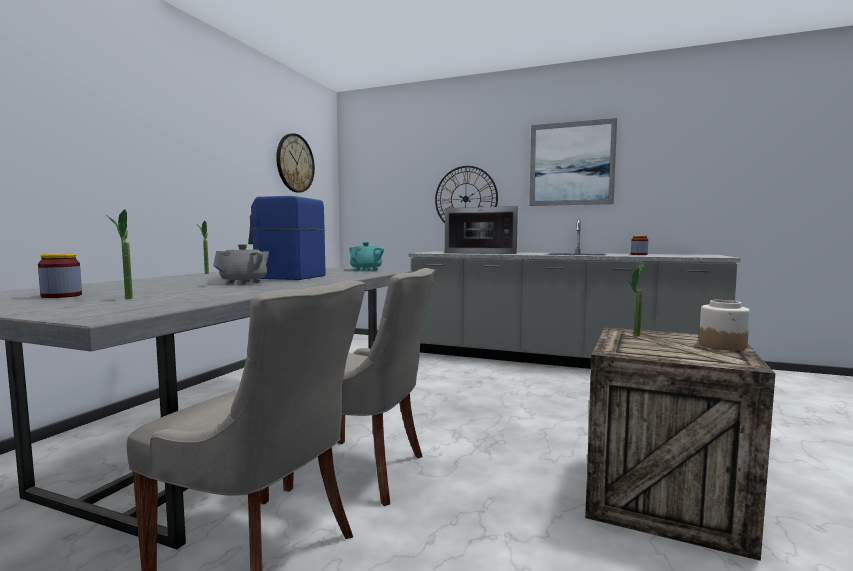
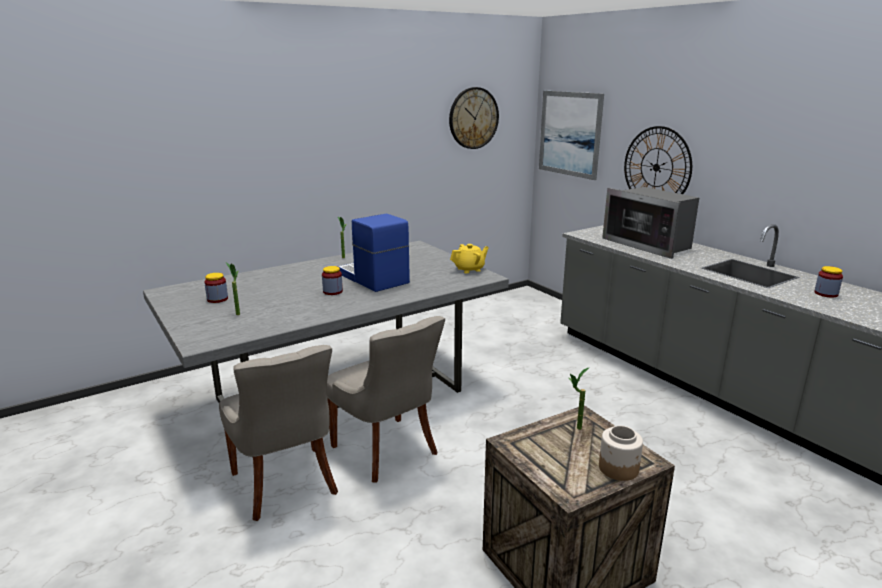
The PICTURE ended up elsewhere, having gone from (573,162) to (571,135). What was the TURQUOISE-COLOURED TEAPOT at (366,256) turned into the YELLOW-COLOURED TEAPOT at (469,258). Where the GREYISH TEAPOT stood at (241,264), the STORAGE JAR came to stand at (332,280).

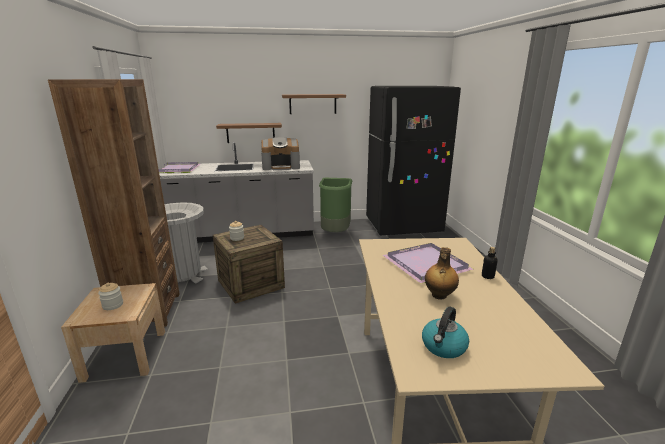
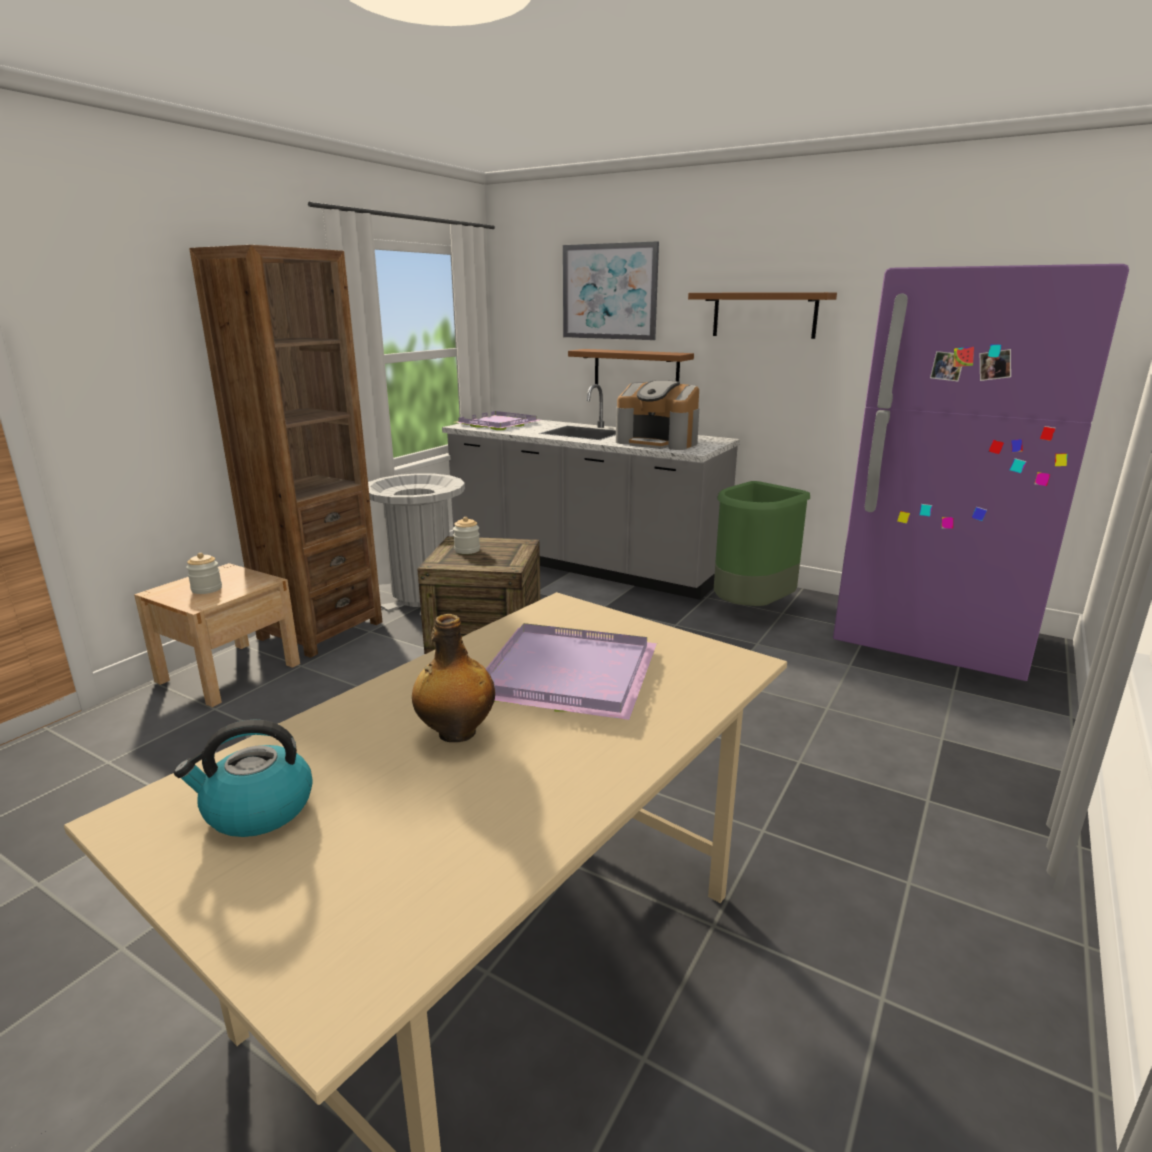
What was the BLACK FRIDGE at (413,161) turned into the PURPLISH FRIDGE at (981,472). The second view lost the BEVERAGE BOTTLE at (489,263). The second view gained the PICTURE at (611,290).

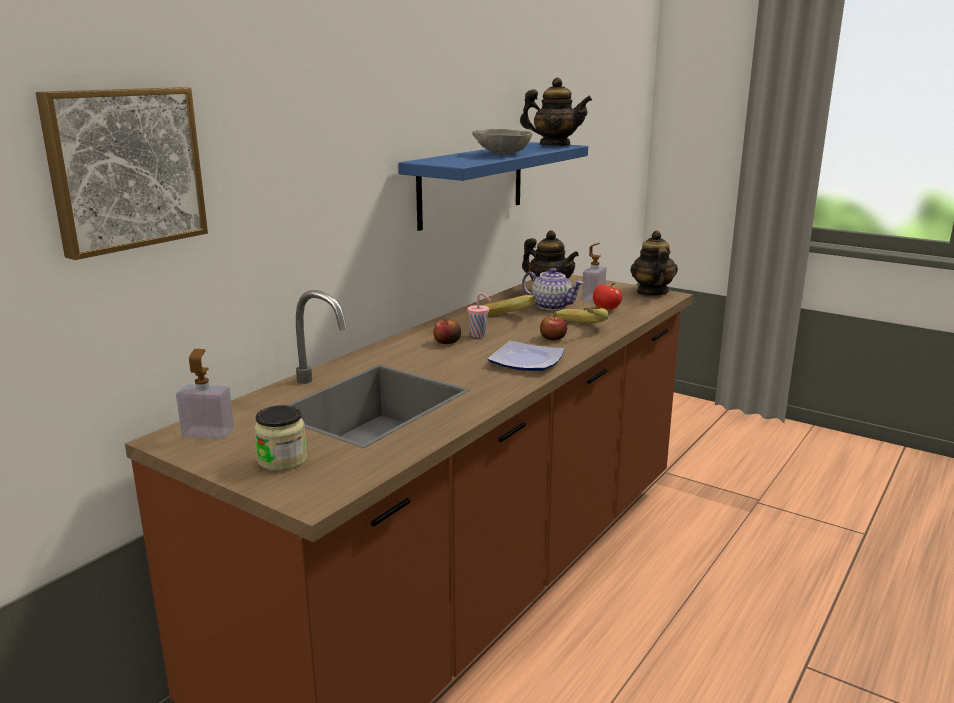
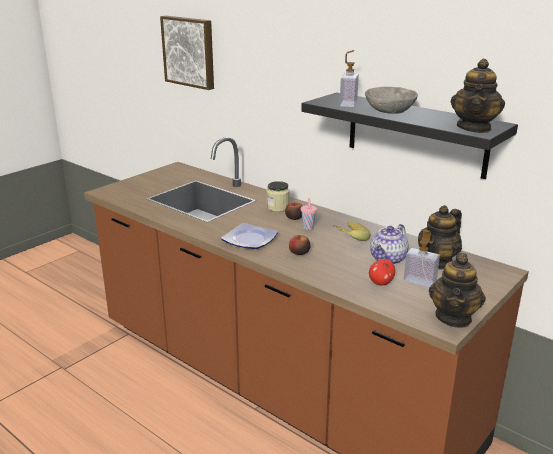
What was the BLUE-COLOURED WALL SHELF at (493,186) turned into the BLACK WALL SHELF at (409,136). The TEAPOT at (654,263) ended up facing another way, 105 degrees clockwise from before. The second view lost the BANANA at (581,315). The SOAP BOTTLE ended up elsewhere, having gone from (205,394) to (349,78). The STORAGE JAR ended up elsewhere, having gone from (280,438) to (278,196).

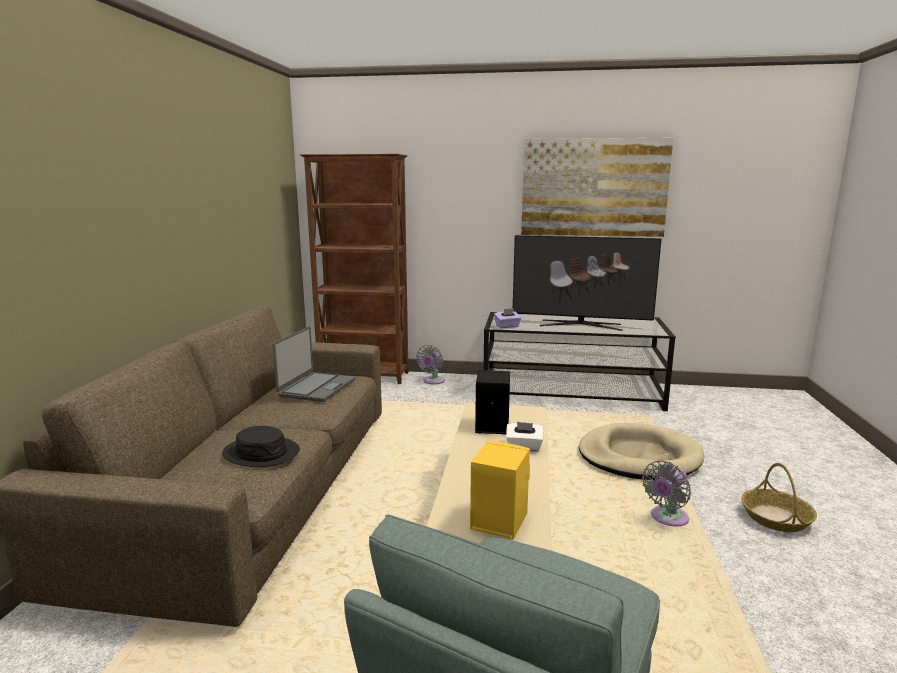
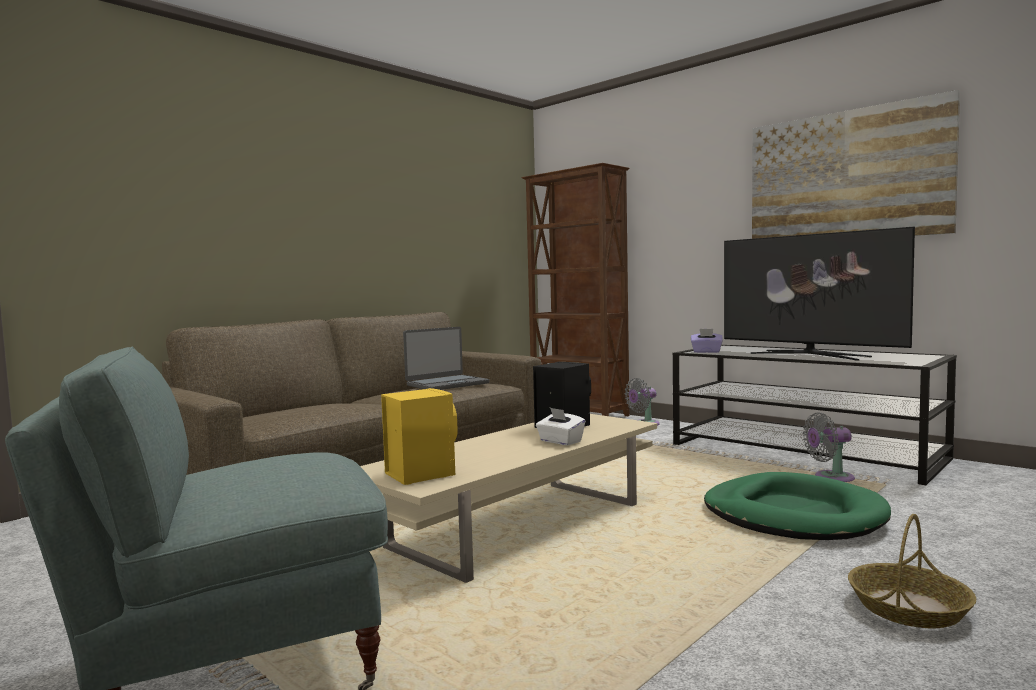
What was the BEIGE PET BED at (641,451) turned into the GREEN PET BED at (797,506). The second view lost the BLACK CLOTHING HAT at (261,446). The GREYISH ELECTRIC FAN ended up elsewhere, having gone from (666,493) to (829,447).

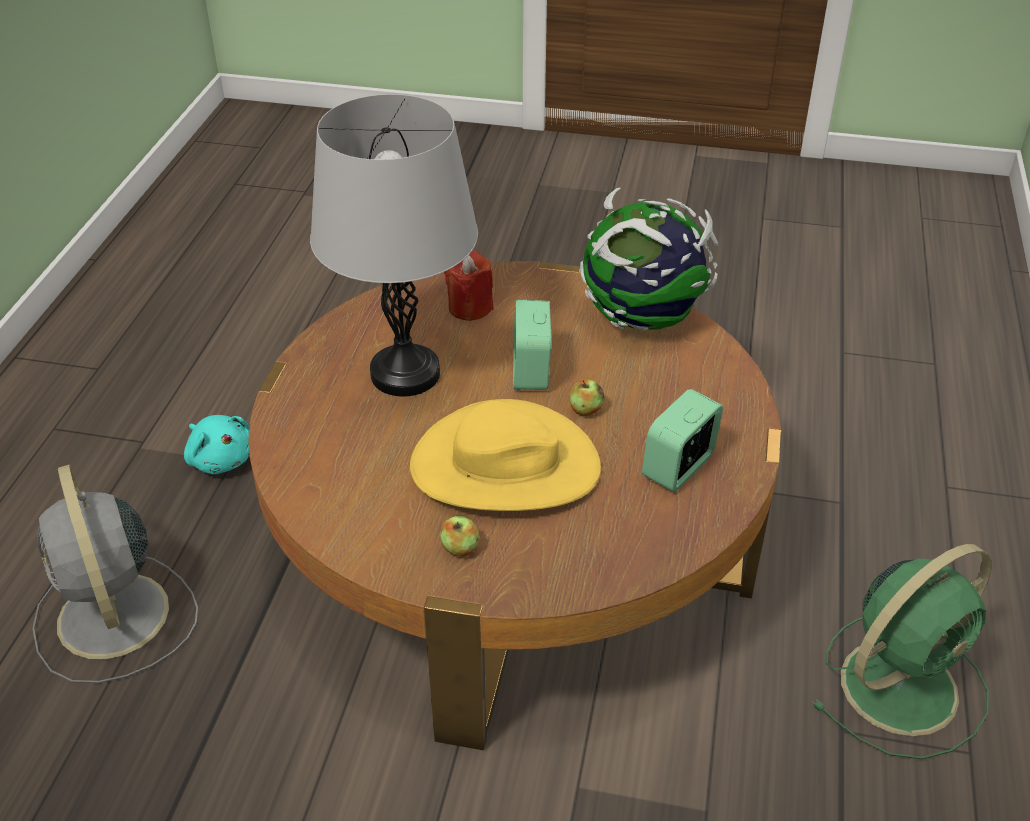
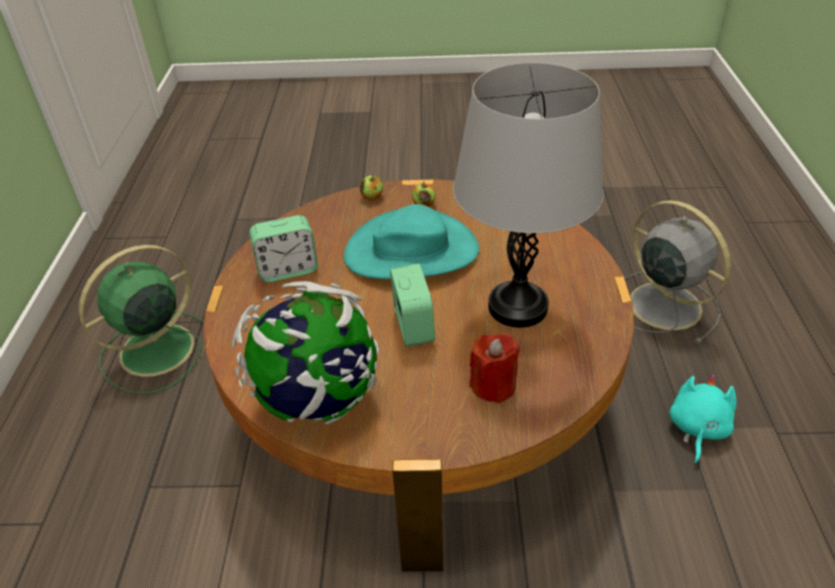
The APPLE FRUIT ended up elsewhere, having gone from (586,397) to (371,187). The ALARM CLOCK at (682,440) ended up facing another way, 45 degrees clockwise from before. What was the YELLOW-COLOURED CLOTHING HAT at (505,455) turned into the TURQUOISE-COLOURED CLOTHING HAT at (411,241). The TURQUOISE-COLOURED SOFT TOY at (216,444) ended up facing another way, 75 degrees clockwise from before.

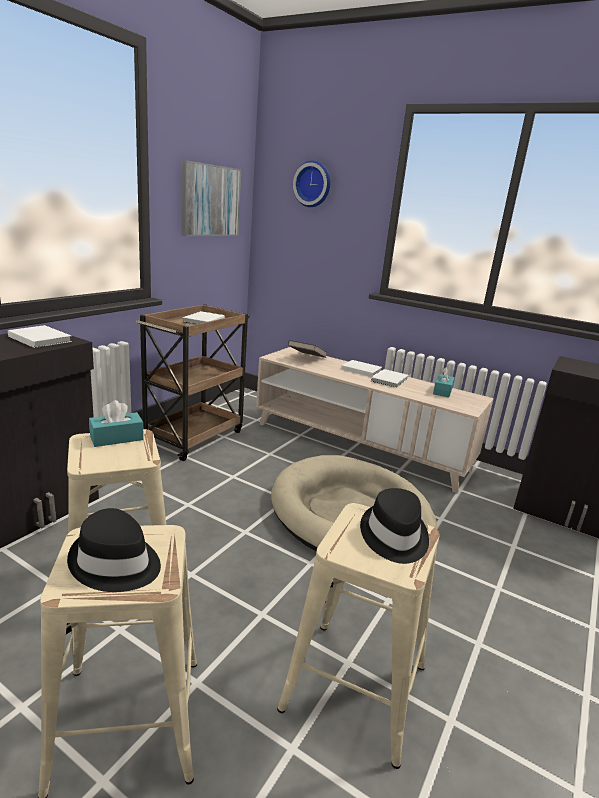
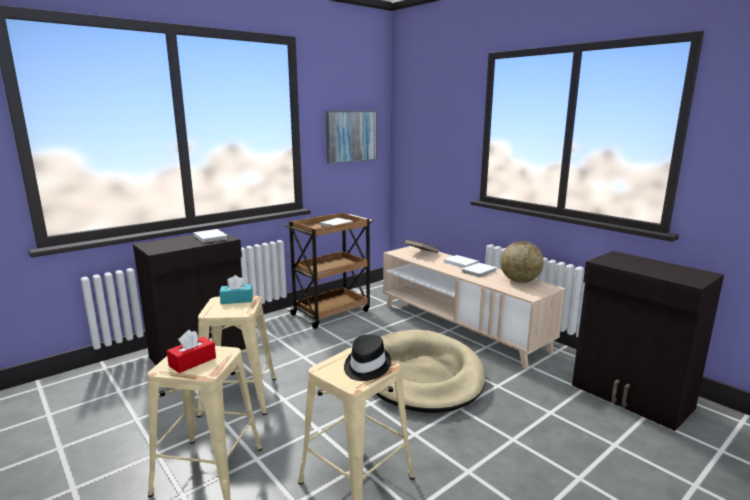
The second view lost the CLOCK ON THE WALL at (311,184). Where the TURQUOISE-COLOURED TISSUE HOLDER stood at (444,382), the WORLD GLOBE came to stand at (522,262). Where the BLACK CLOTHING HAT stood at (114,550), the REDDISH TISSUE HOLDER came to stand at (191,351).

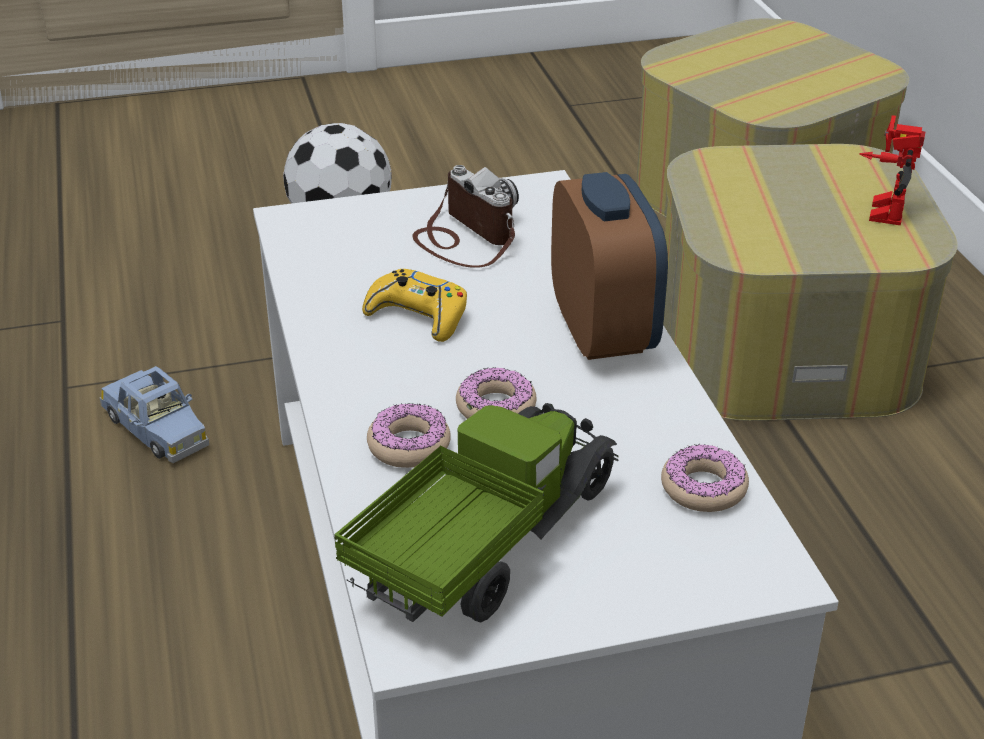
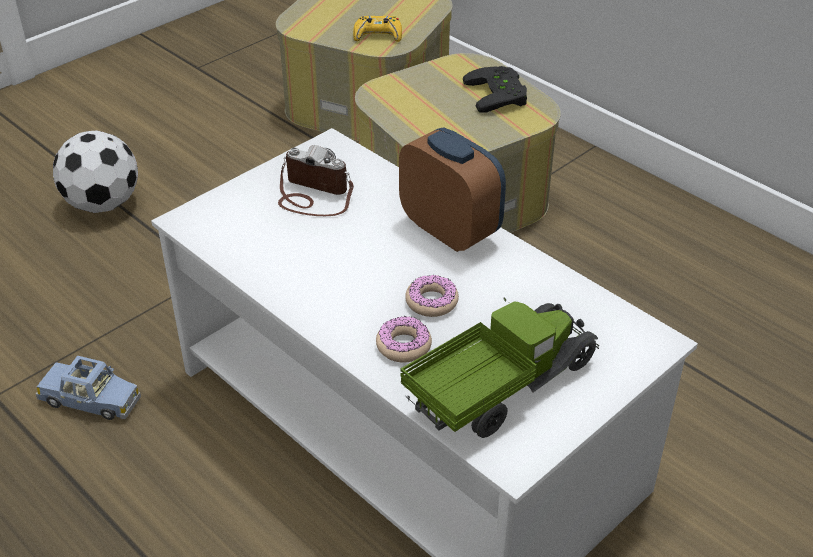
Where the MODEL ROBOT stood at (893,170), the BLACK GAMEPAD came to stand at (495,89). The YELLOW-COLOURED GAMEPAD ended up elsewhere, having gone from (414,305) to (377,29). The TOY TRUCK at (476,513) ended up facing another way, 45 degrees clockwise from before. The second view lost the DOUGHNUT at (705,478).

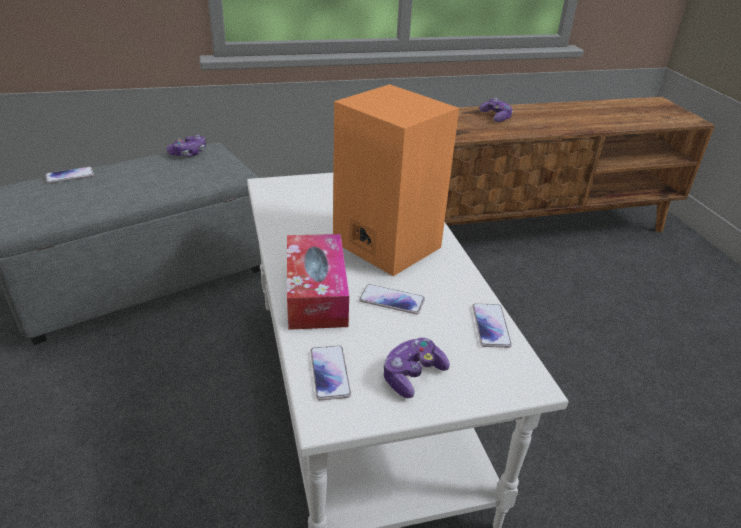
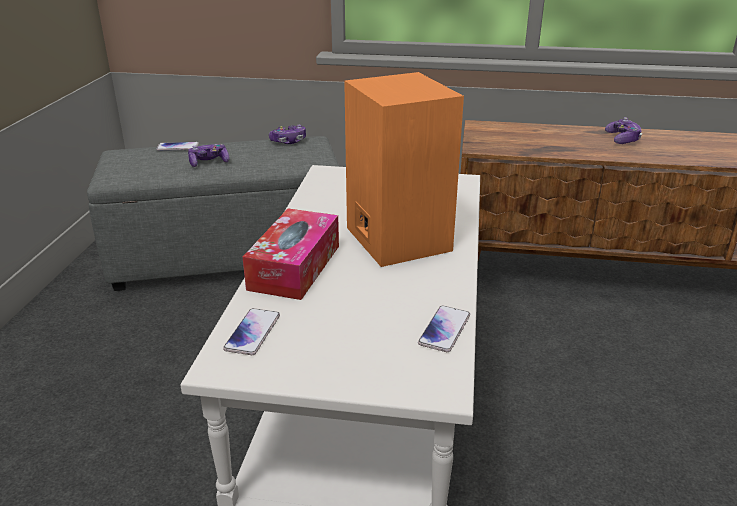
The second view lost the TELEPHONE at (392,299). The GAMEPAD ended up elsewhere, having gone from (416,368) to (209,155).

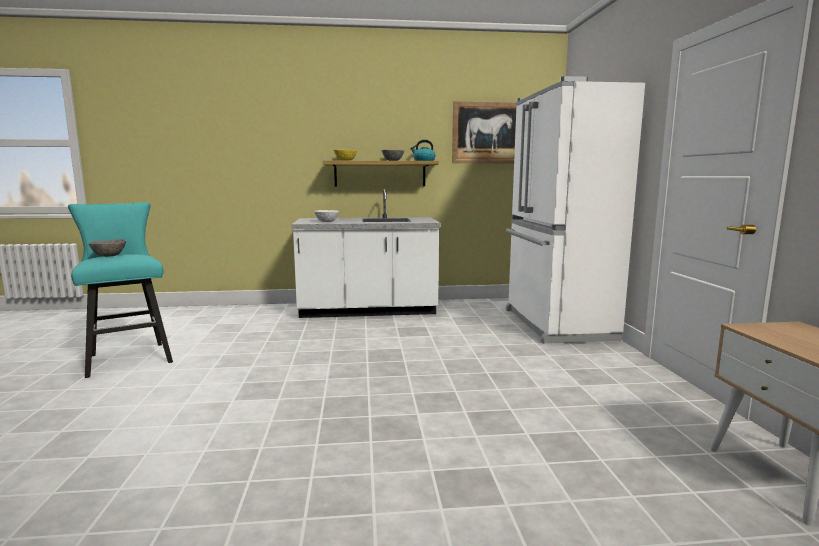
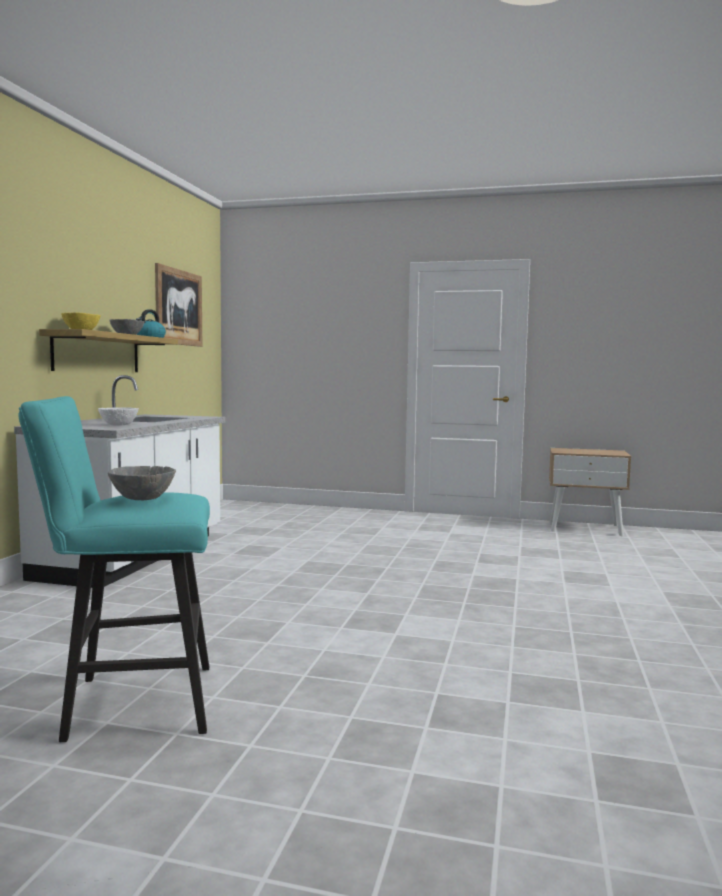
The second view lost the WHITISH FRIDGE at (575,210).

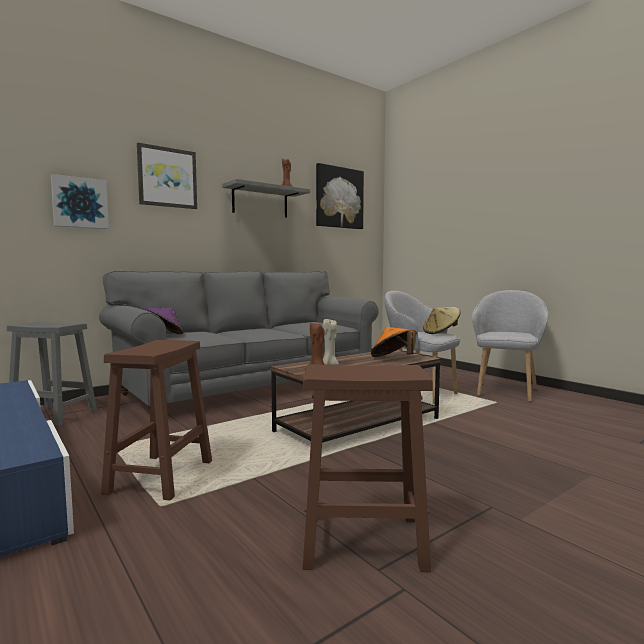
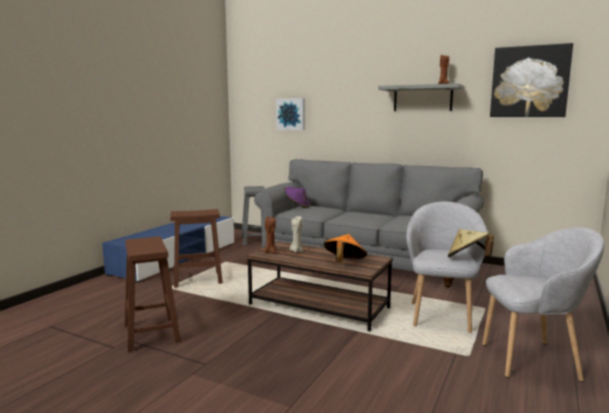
The second view lost the PICTURE at (167,175).

